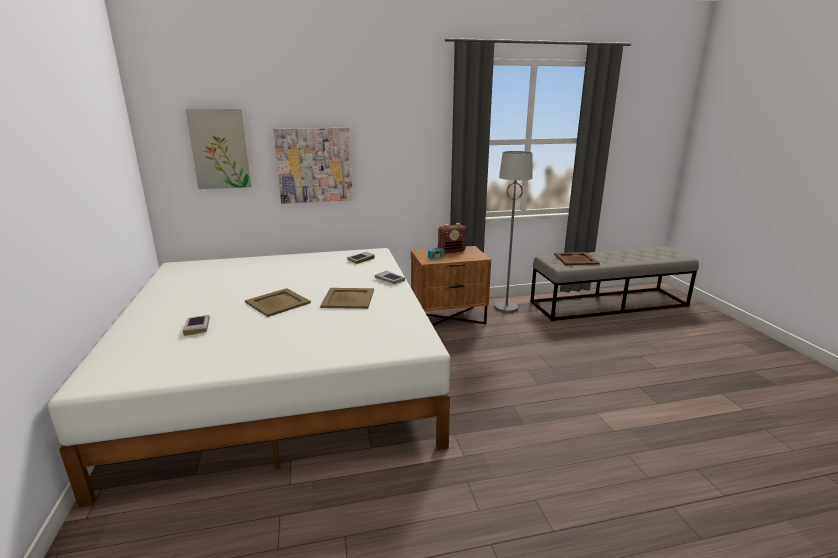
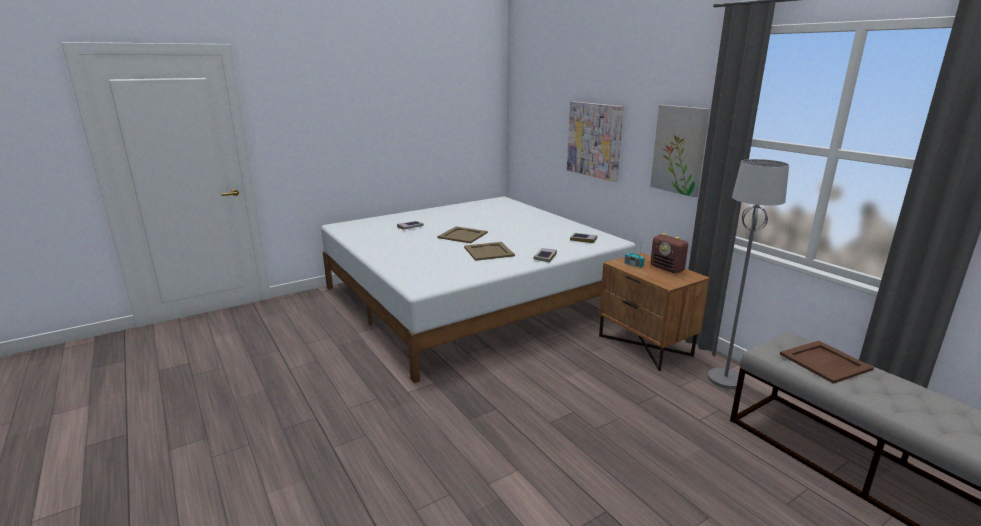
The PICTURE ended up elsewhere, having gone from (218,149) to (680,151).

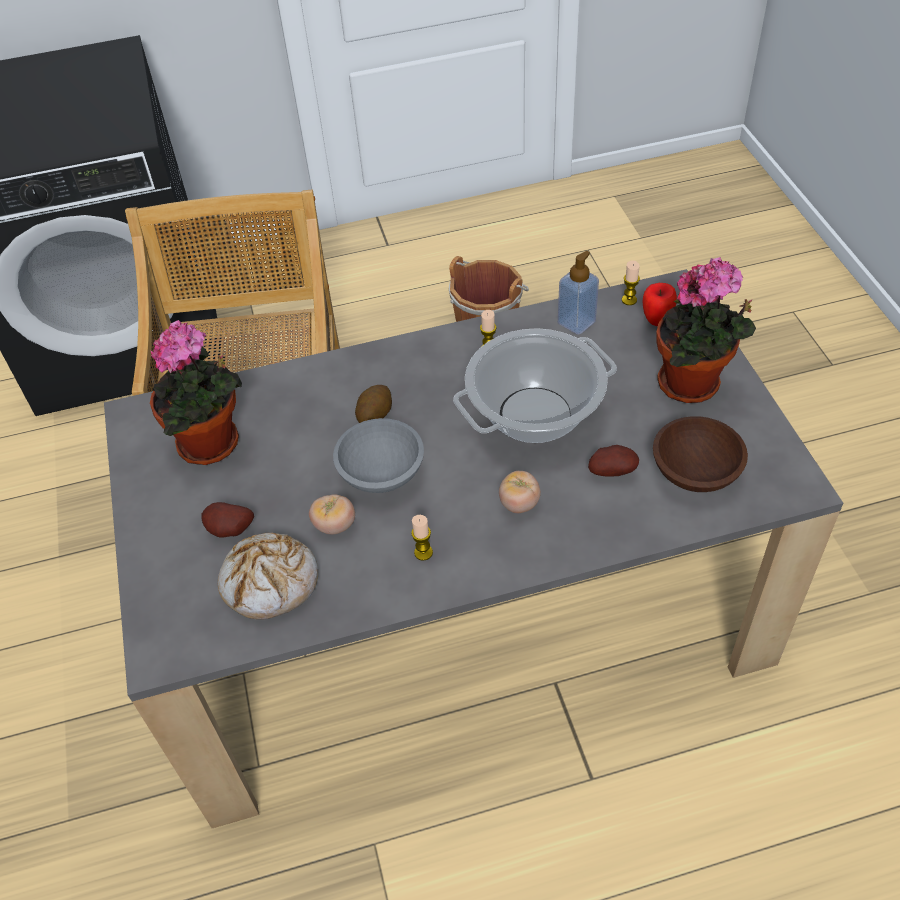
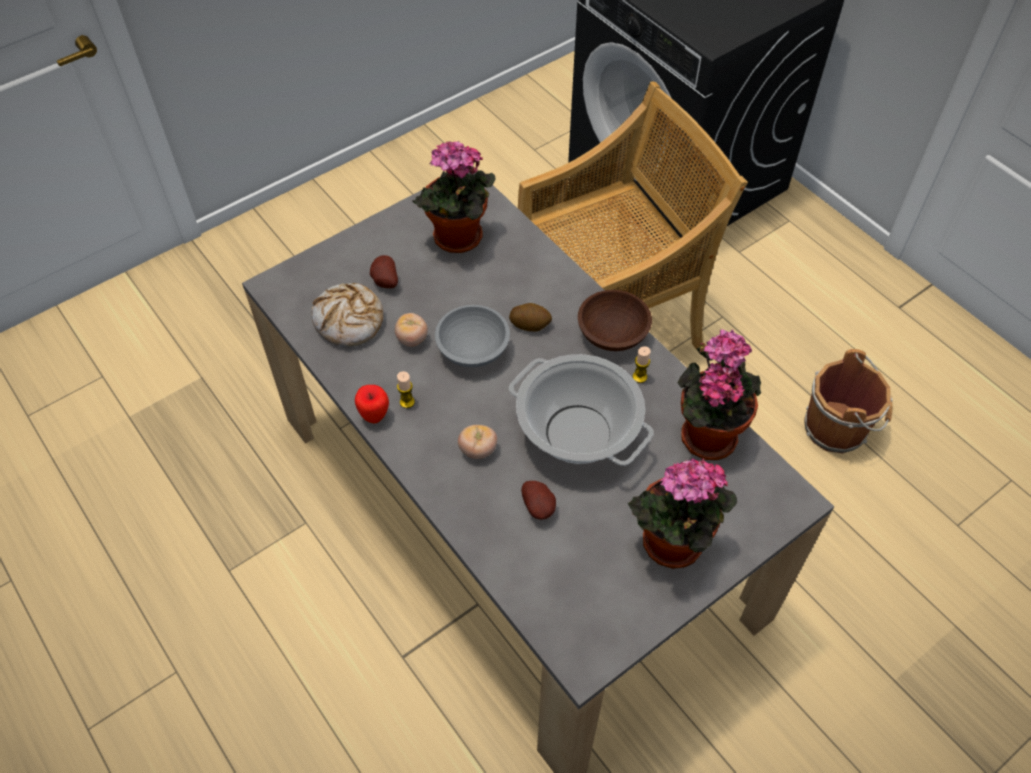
Where the SOAP BOTTLE stood at (578,293), the POTTED PLANT came to stand at (720,394). The second view lost the WAX LIGHT at (631,283). The APPLE FRUIT ended up elsewhere, having gone from (660,304) to (372,404). The BROWN-COLOURED BOWL ended up elsewhere, having gone from (700,454) to (615,320).

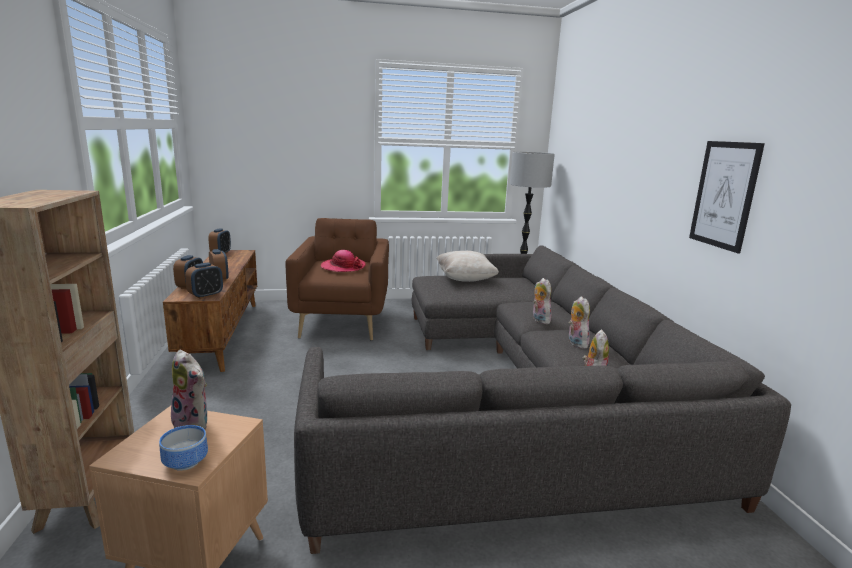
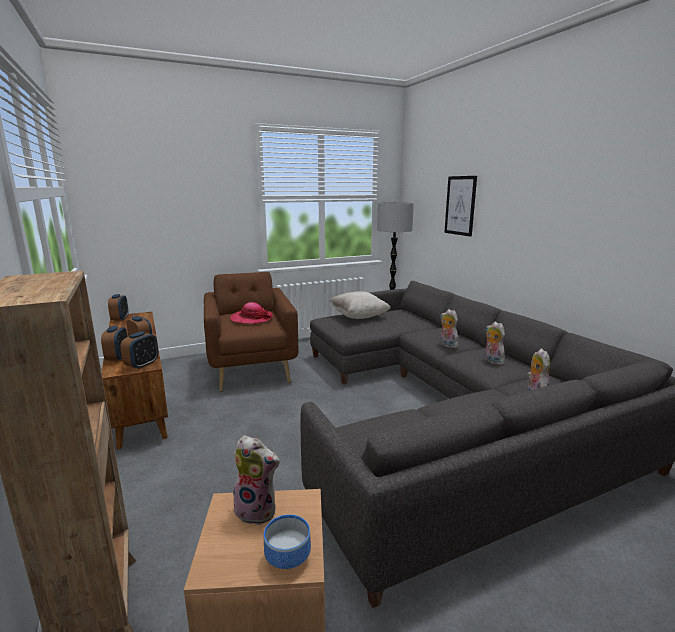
The PICTURE ended up elsewhere, having gone from (727,197) to (460,206).

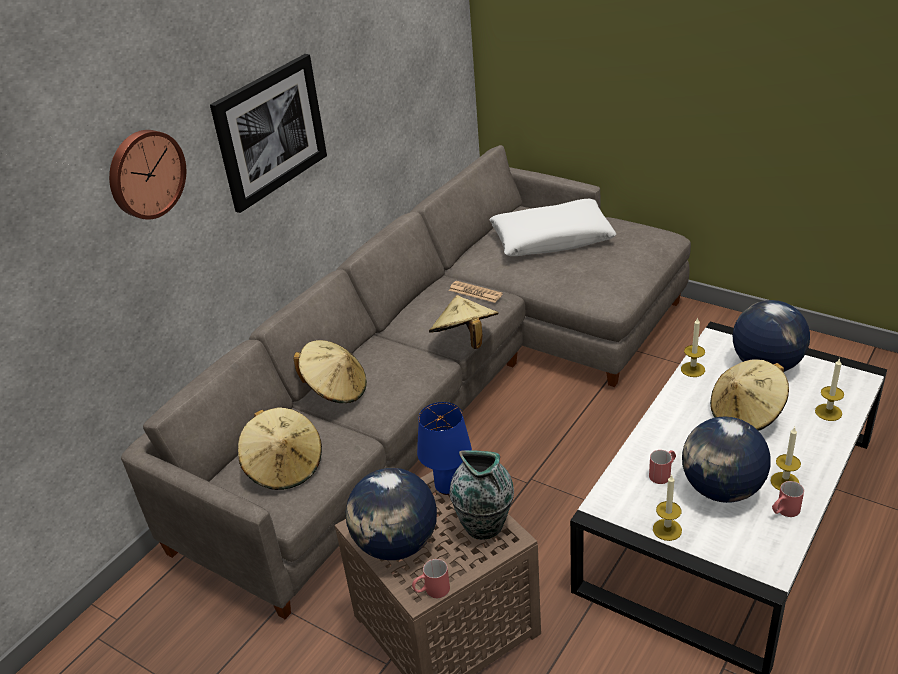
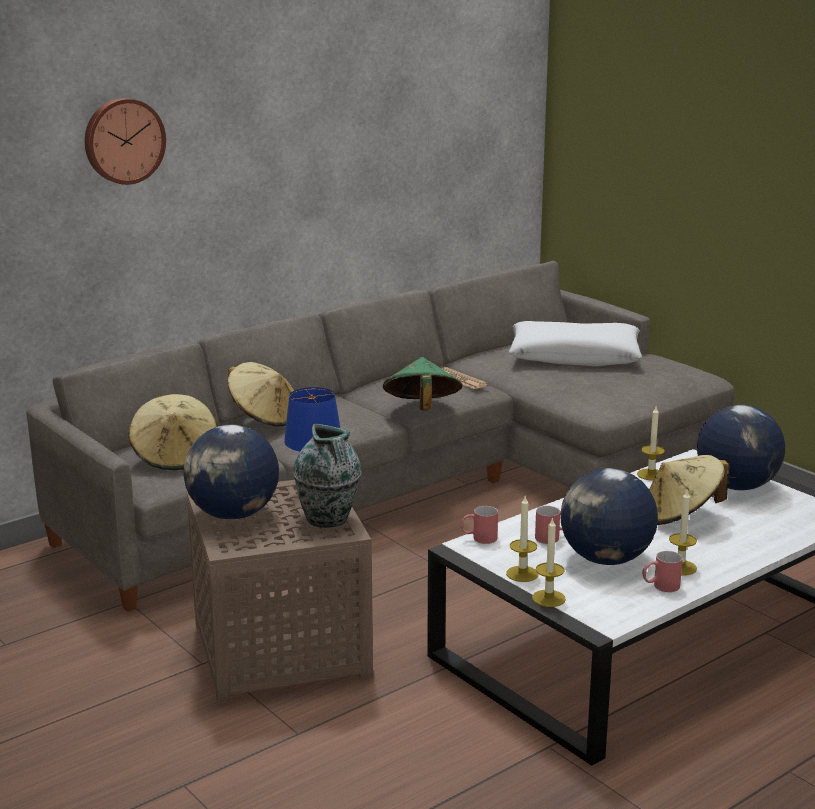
The second view lost the PICTURE at (268,133). What was the BEIGE CLOTHING HAT at (463,322) turned into the GREEN CLOTHING HAT at (423,384). The WAX LIGHT ended up elsewhere, having gone from (829,389) to (549,562). The REDDISH MUG ended up elsewhere, having gone from (431,578) to (479,525).

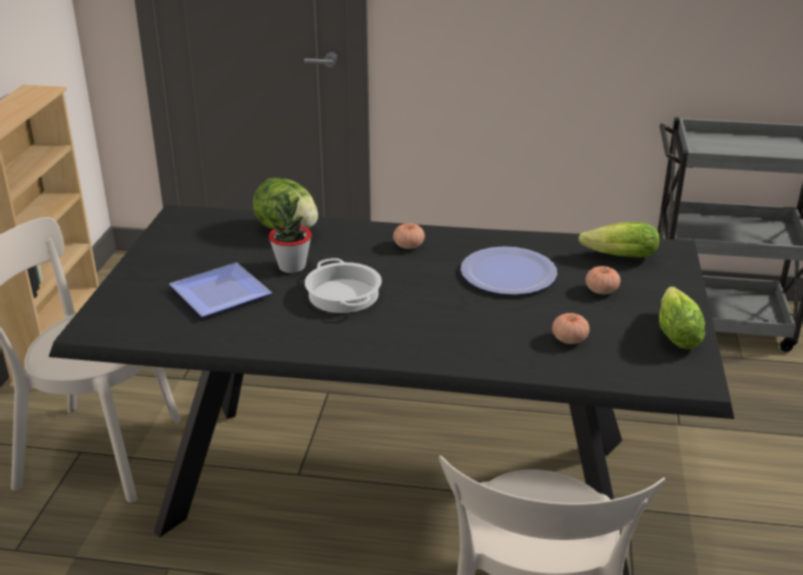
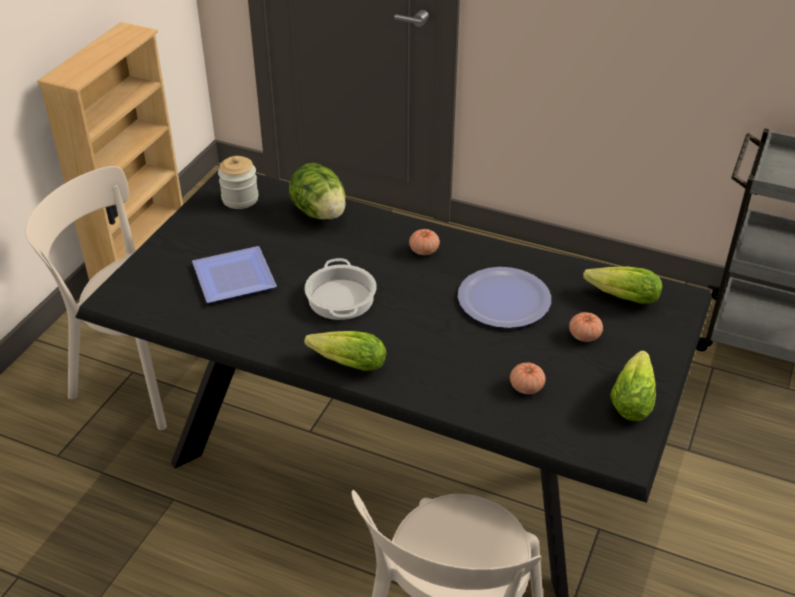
The second view lost the POTTED PLANT at (290,233). The second view gained the STORAGE JAR at (238,182). The second view gained the HEAD OF LETTUCE at (345,351).

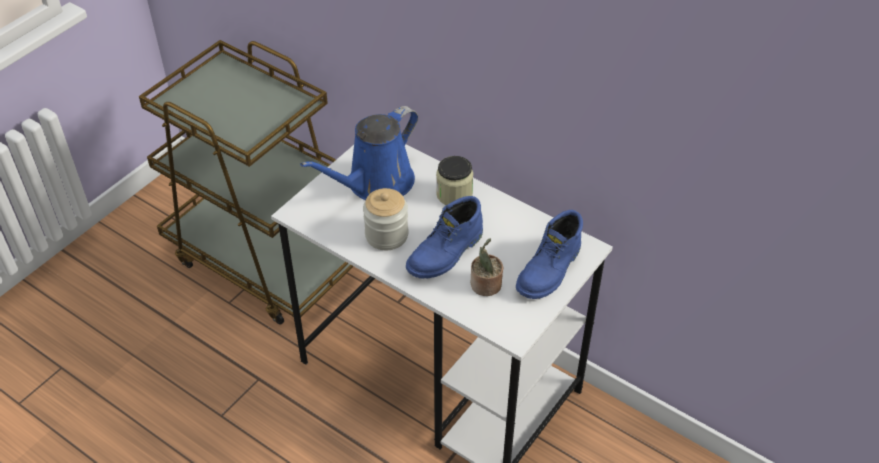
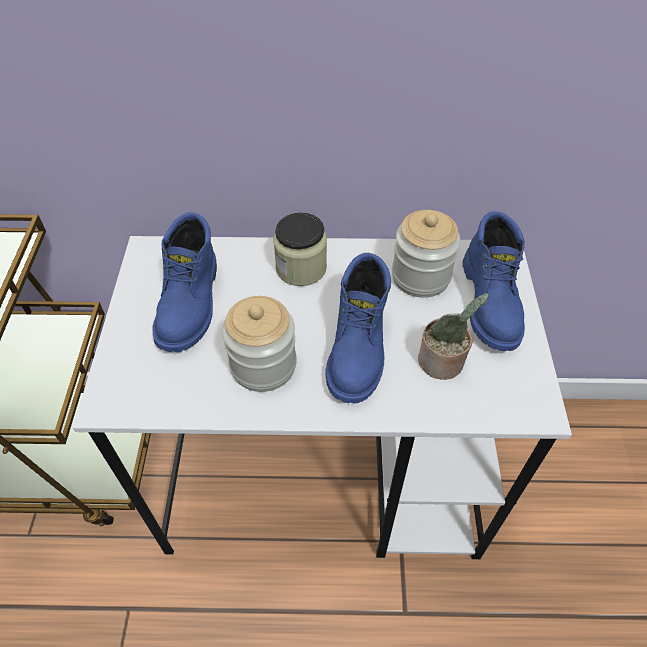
Where the BLUE-COLOURED SPRINKLING CAN stood at (359,153), the BLUE-COLOURED TALL BOOT came to stand at (184,282). The second view gained the STORAGE JAR at (426,254).

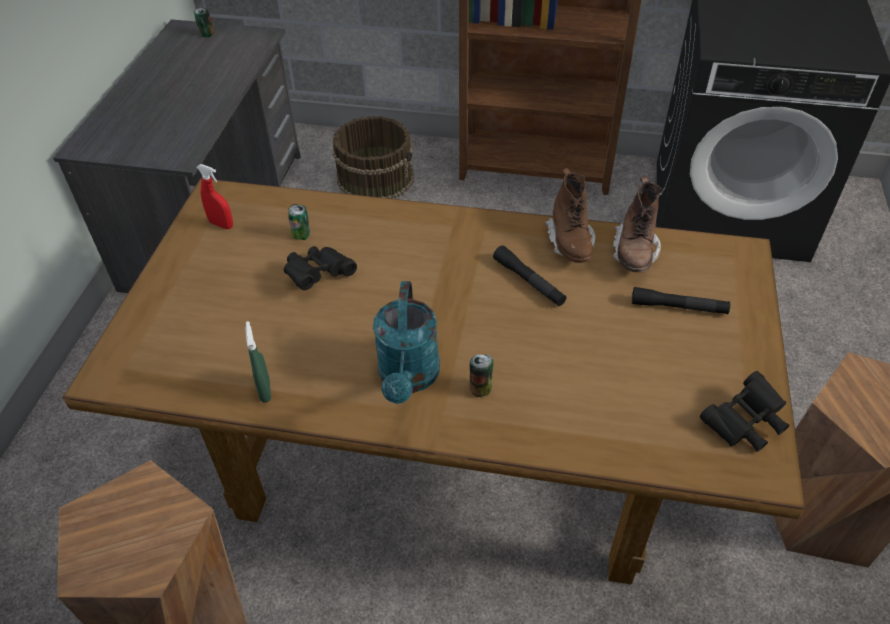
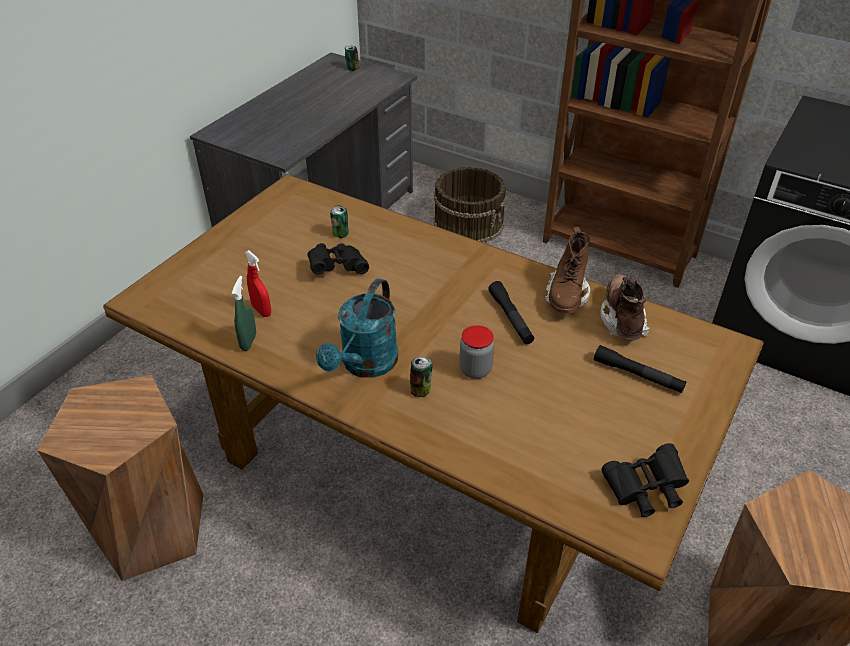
The REDDISH SPRAYER ended up elsewhere, having gone from (215,196) to (258,283). The BROWN-COLOURED TALL BOOT at (637,224) ended up facing another way, 150 degrees clockwise from before. The second view gained the STORAGE JAR at (476,352).

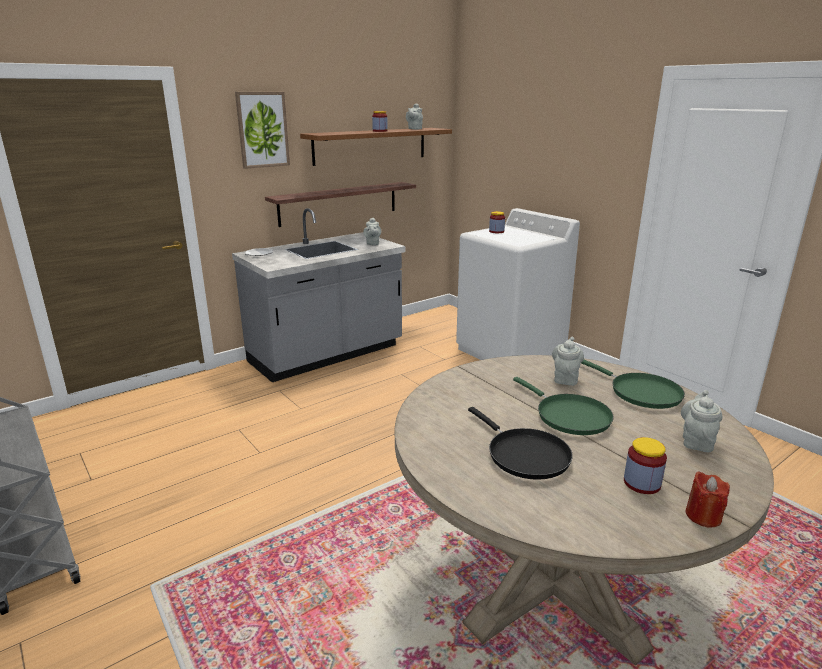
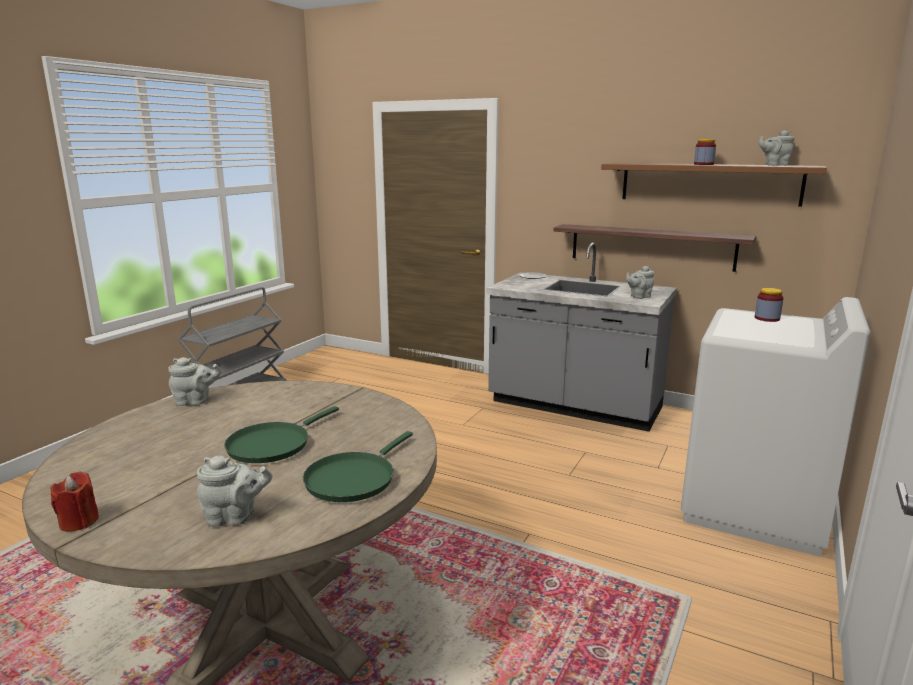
The second view lost the PICTURE at (262,130). The GREYISH TEAPOT ended up elsewhere, having gone from (568,361) to (195,381). The second view lost the BLACK PAN at (520,443). The second view lost the STORAGE JAR at (645,465).

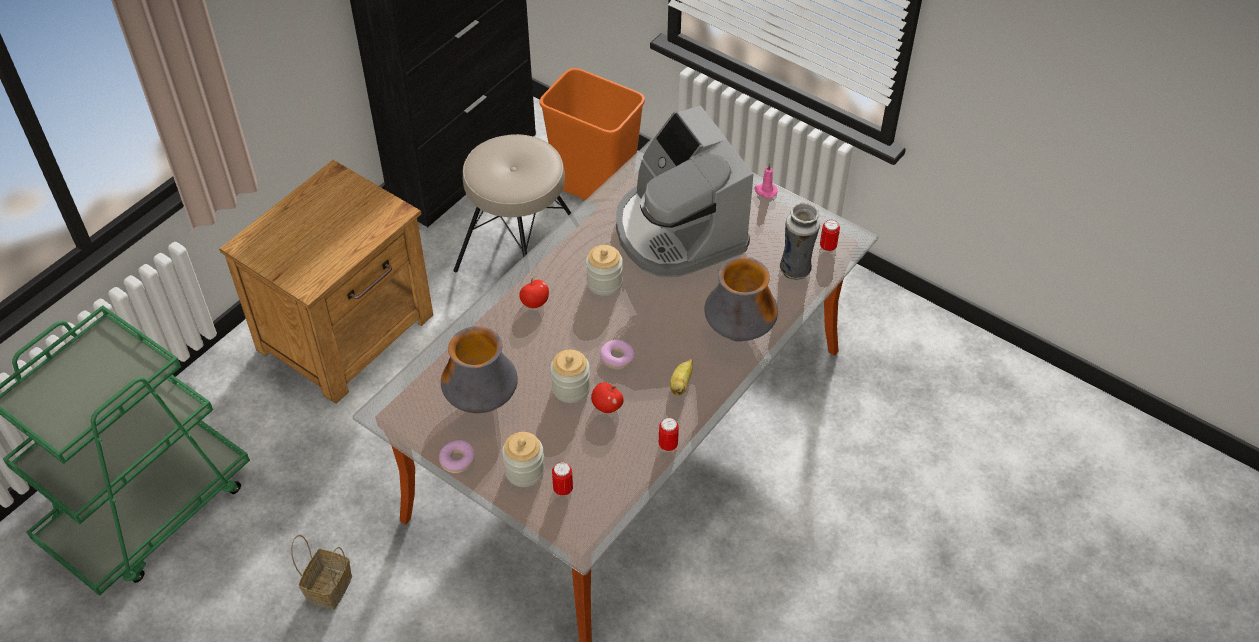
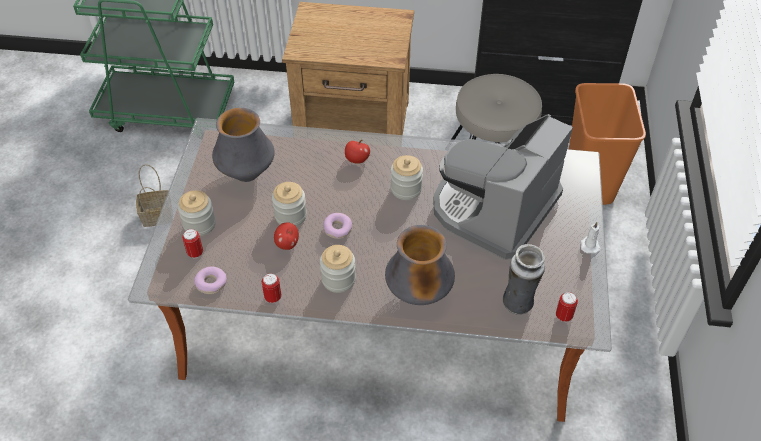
What was the PINK WAX LIGHT at (766,180) turned into the WHITISH WAX LIGHT at (590,238). Where the BANANA stood at (681,377), the STORAGE JAR came to stand at (338,269). The DOUGHNUT ended up elsewhere, having gone from (457,456) to (210,280).

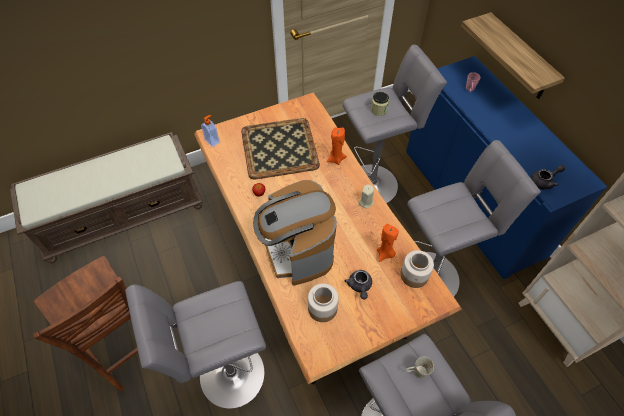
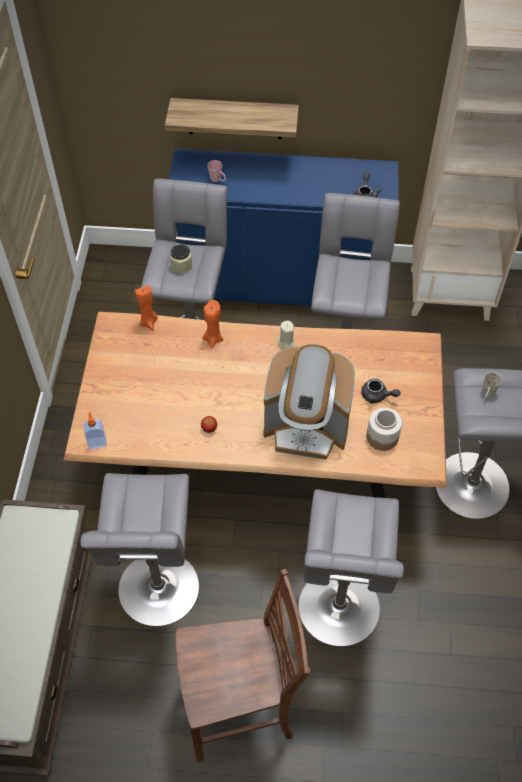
The second view lost the SERVING TRAY at (280,148). The ORANGE WAX LIGHT ended up elsewhere, having gone from (388,243) to (146,307). The second view lost the STORAGE JAR at (417,269). The second view gained the GREYISH STOOL SEAT at (139,549).

